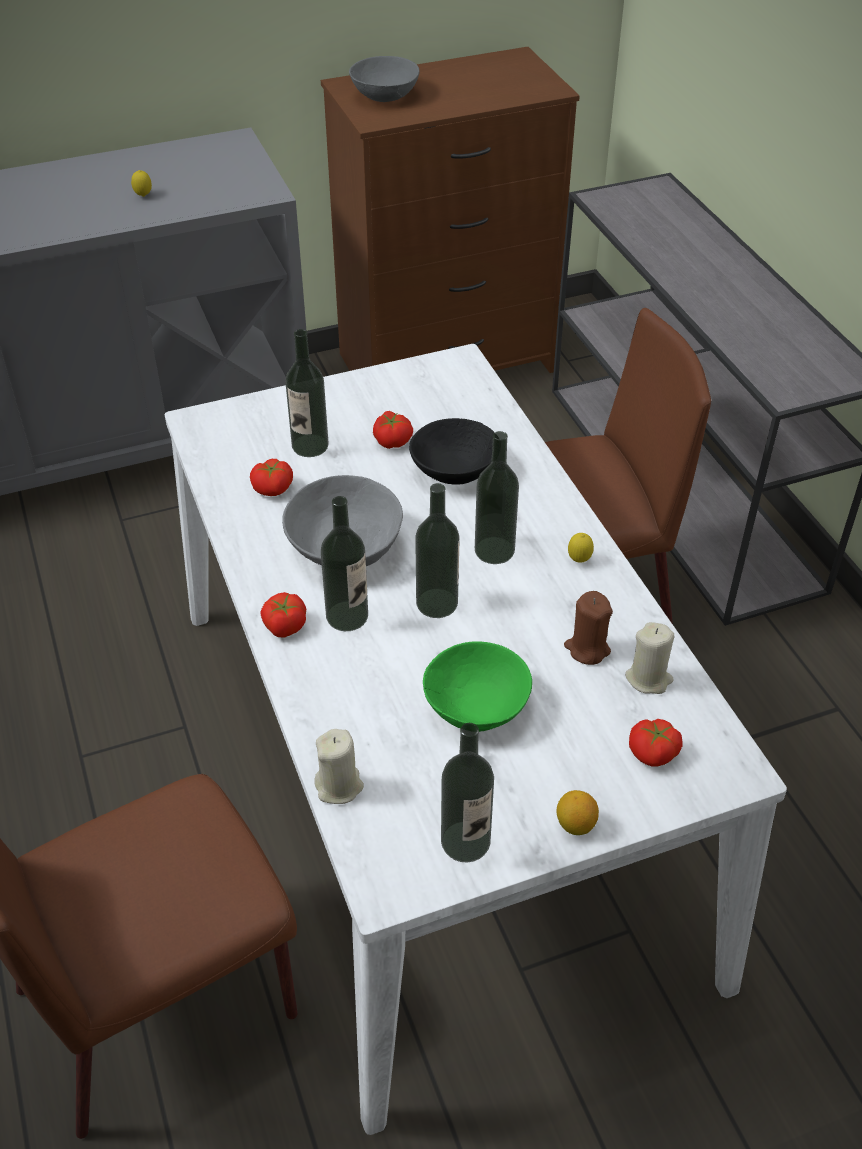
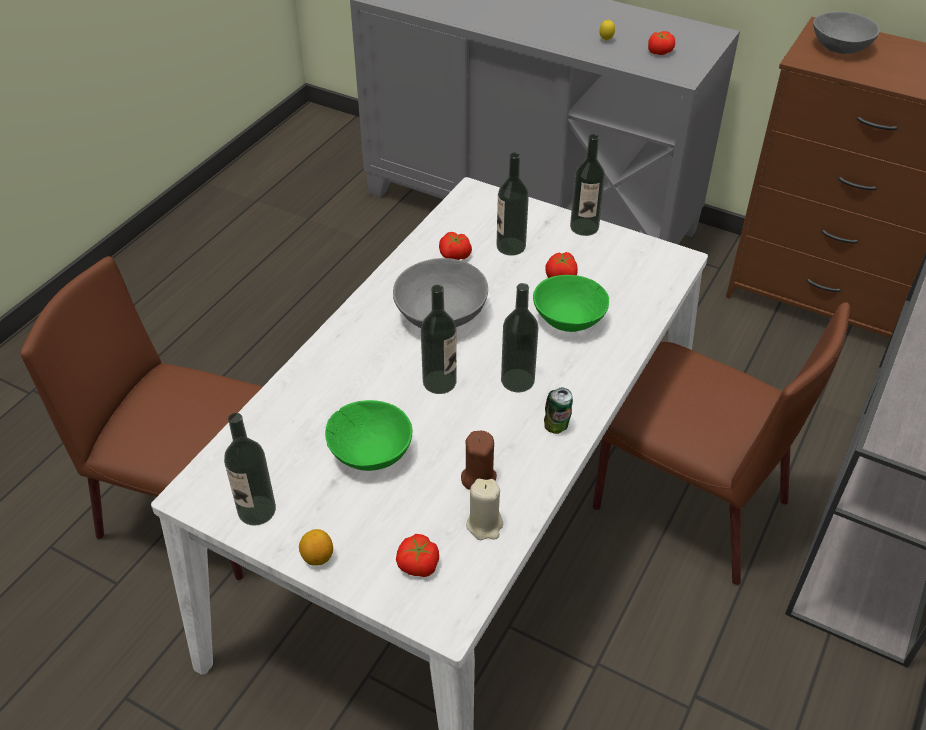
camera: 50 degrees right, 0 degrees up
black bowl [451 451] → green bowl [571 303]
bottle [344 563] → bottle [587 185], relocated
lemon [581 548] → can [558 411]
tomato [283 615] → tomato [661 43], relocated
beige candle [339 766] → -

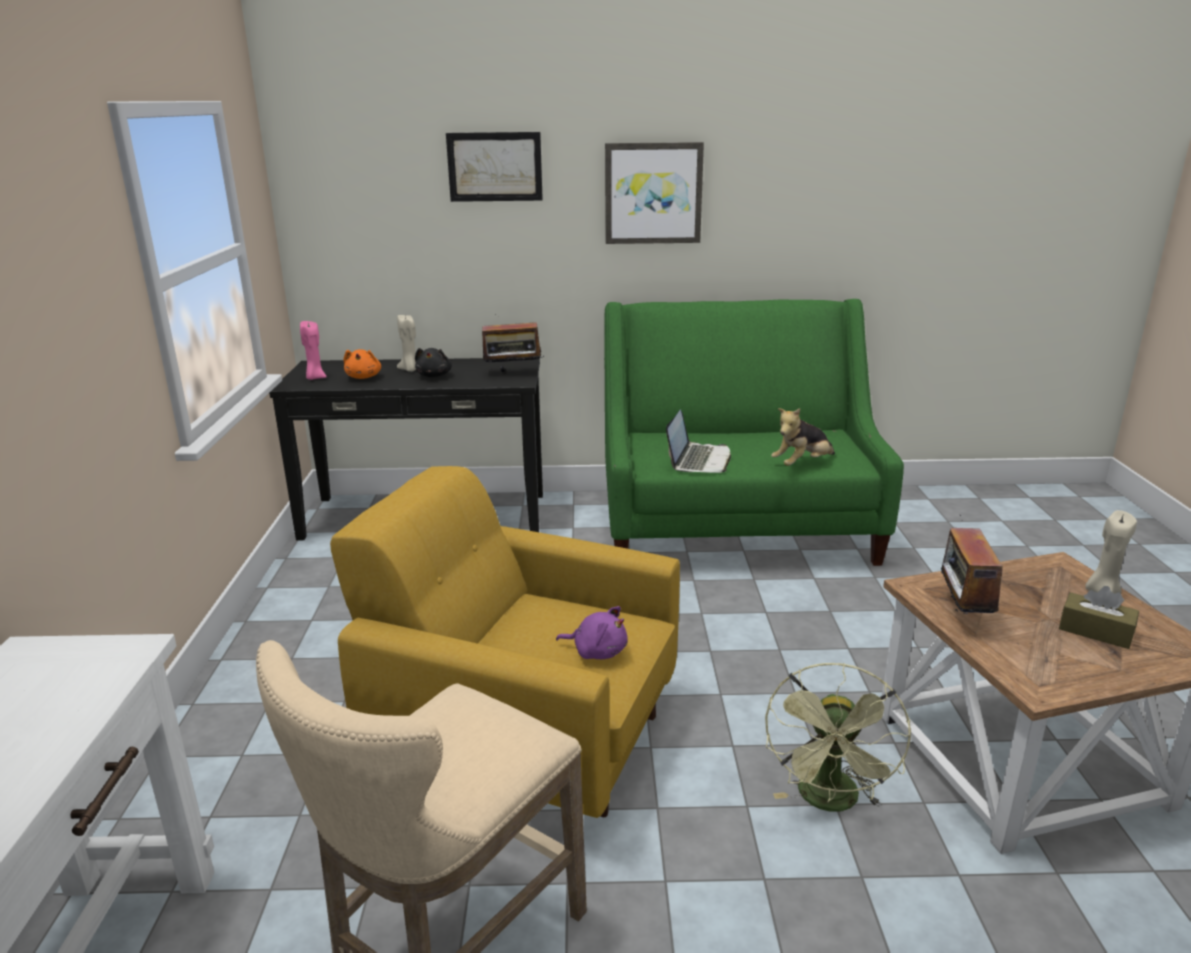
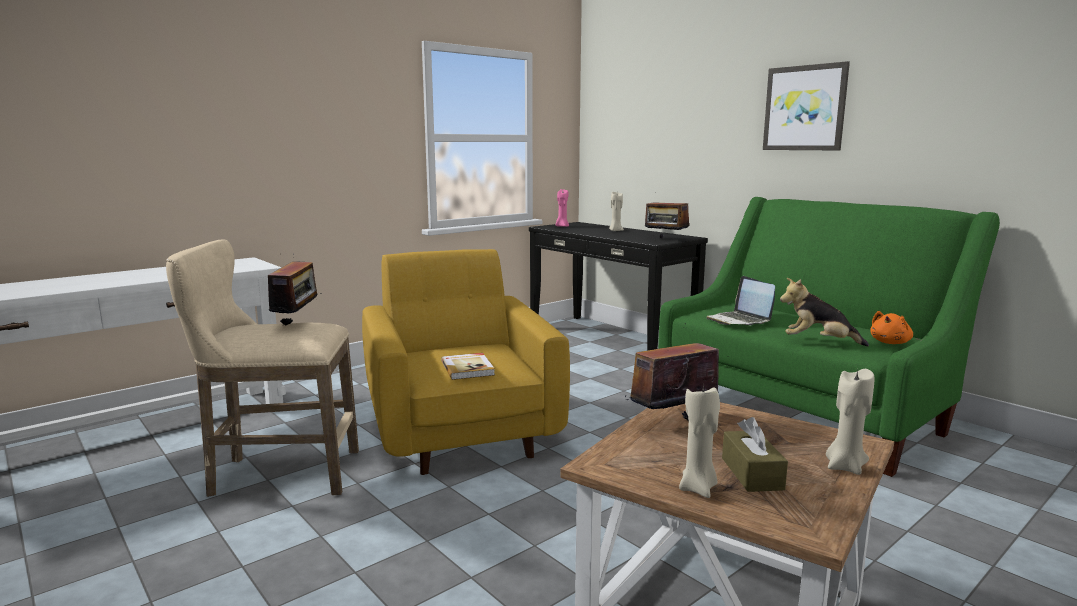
camera: 50 degrees right, 10 degrees down
picture [494 167] → -
black plush toy [433 362] → -
orange plush toy [362 364] → orange plush toy [891 327], relocated
laptop [698 441] → laptop [740 300], 90 degrees clockwise
purple plush toy [592 632] → book [468 366]
green fan [838 737] → -
- → radio [291 289]
- → beige candle [699 440]

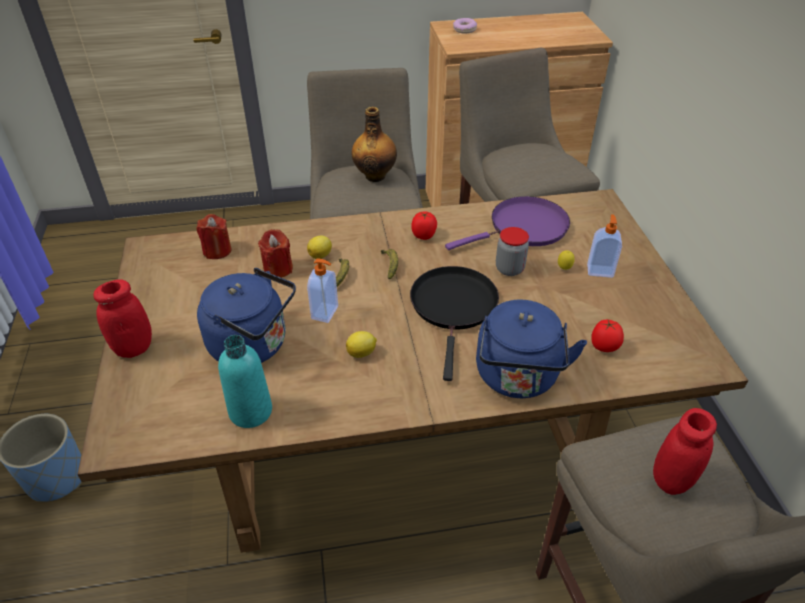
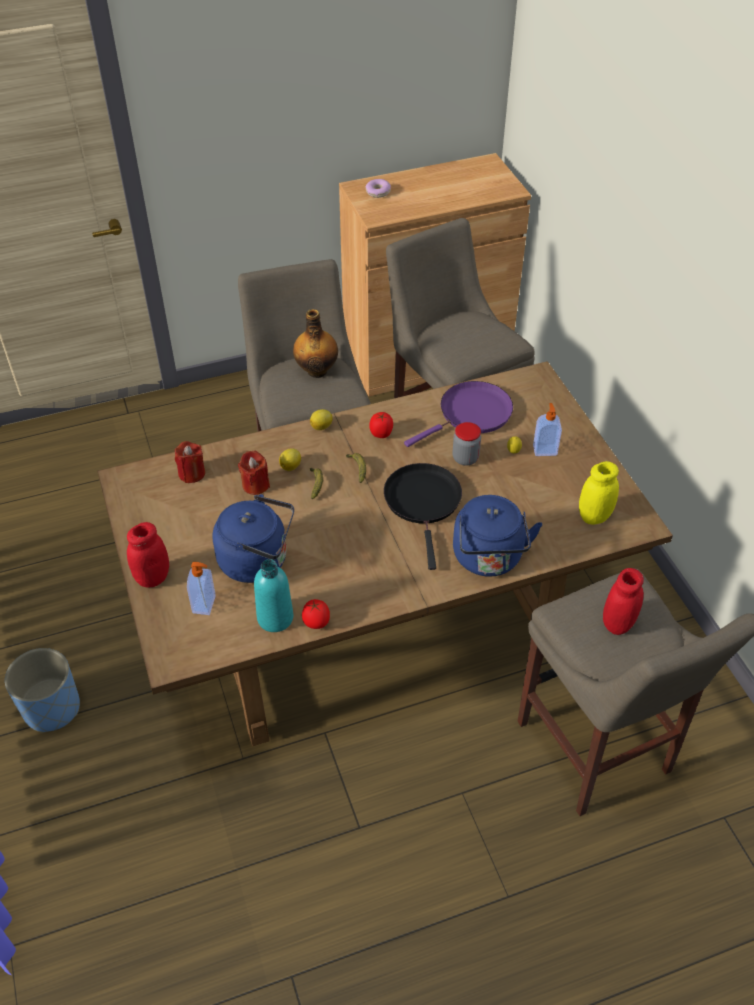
camera: 10 degrees left, 5 degrees up
soap dispenser [322 290] → soap dispenser [201 588], relocated
tomato [607 336] → tomato [316 614], relocated
lemon [361 344] → lemon [321 419], relocated
- → yellow jar [599 493]

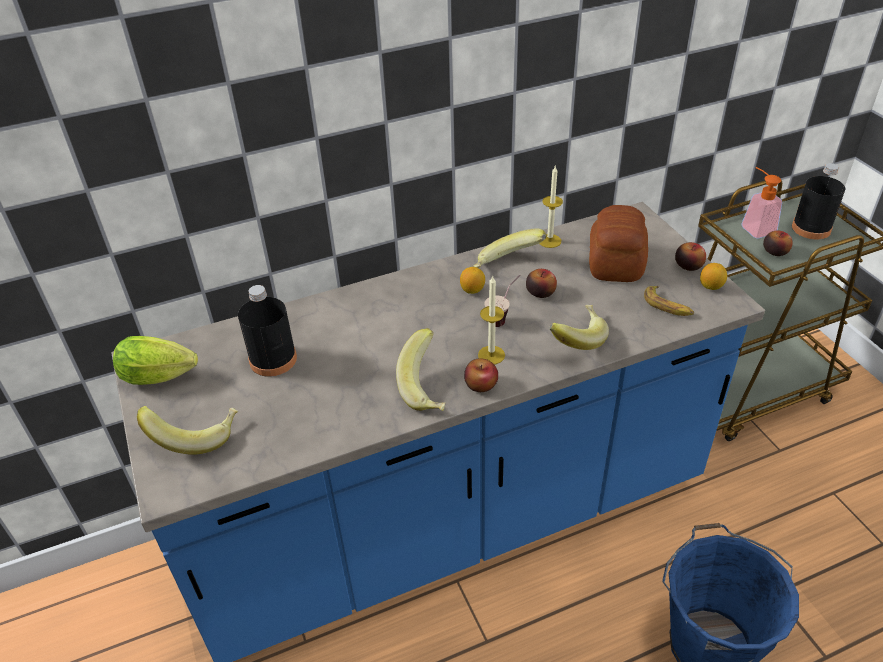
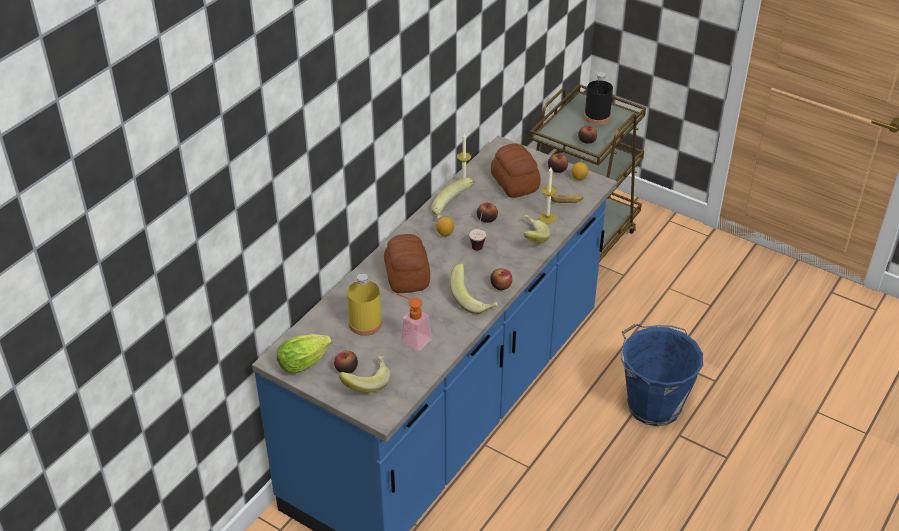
camera: 35 degrees left, 0 degrees up
soap dispenser [761 202] → soap dispenser [414 322], relocated
candle [491 320] → candle [548 195], relocated
black bottle [267 331] → yellow bottle [364 304]
- → bread [407 263]
- → apple [346 361]

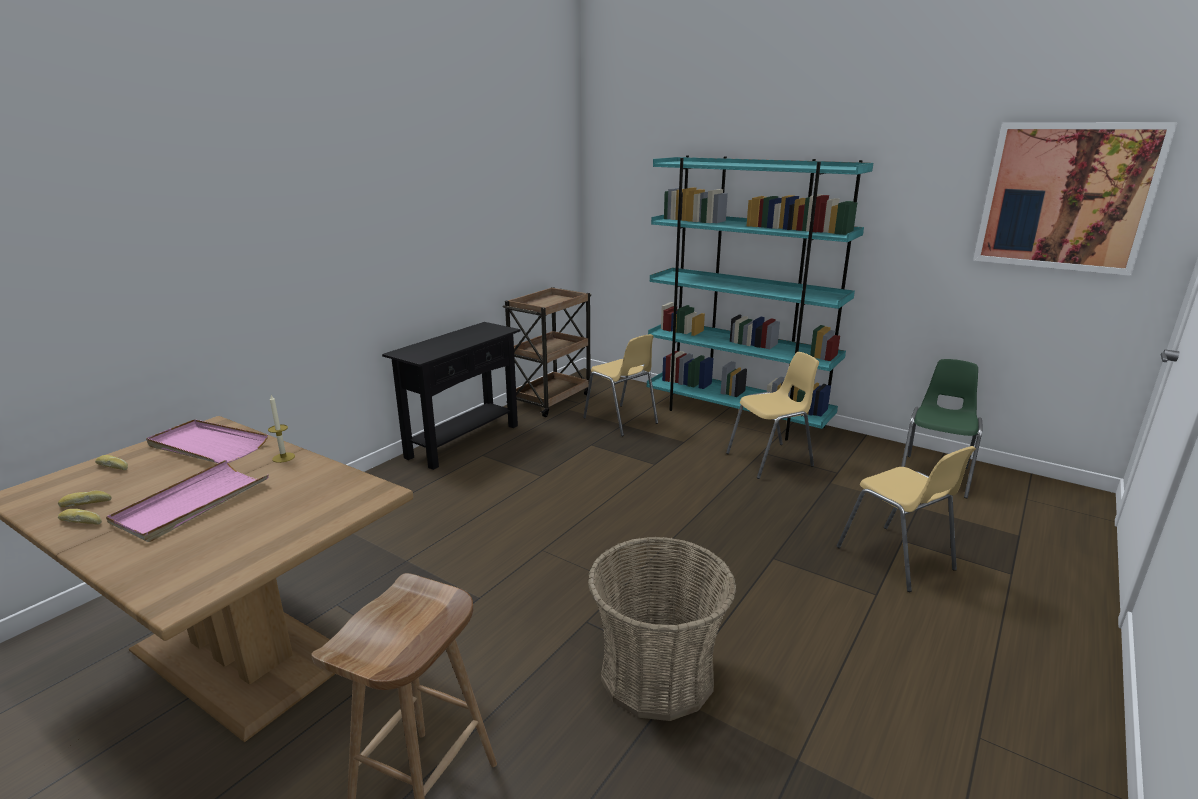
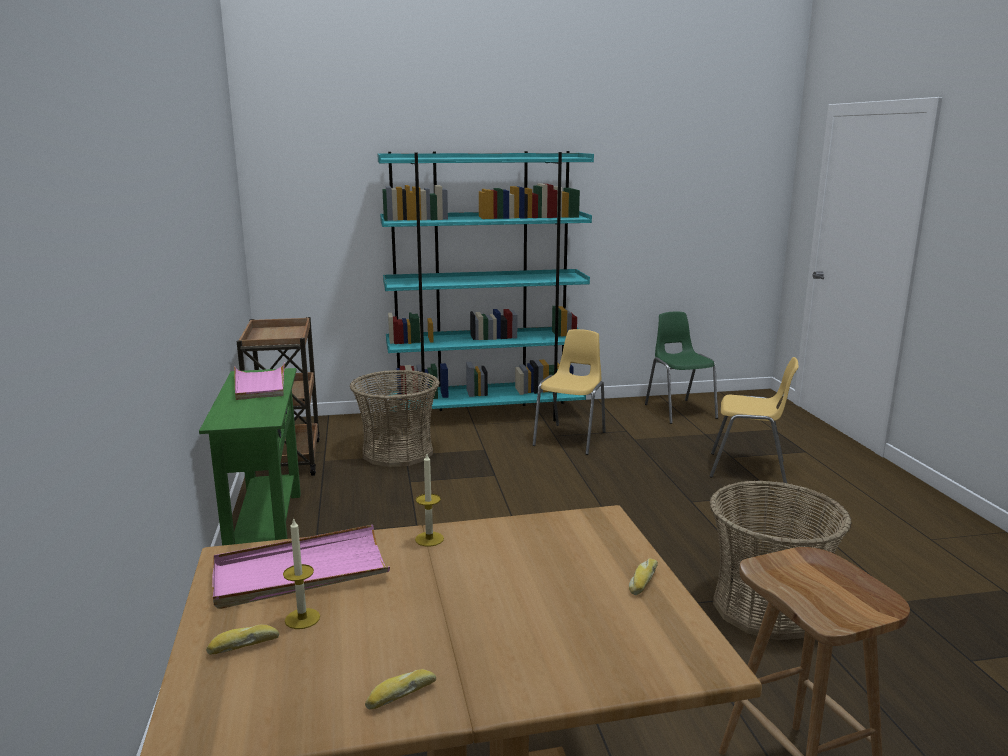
camera: 45 degrees left, 5 degrees down
picture [1075 199] → -
black console table [451 396] → green console table [250 457]
yellow chair [620 385] → basket [395 418]
pink tray [187 501] → pink tray [259 381], relocated
bread [85 499] → bread [643 576], relocated
- → candle [301 573]

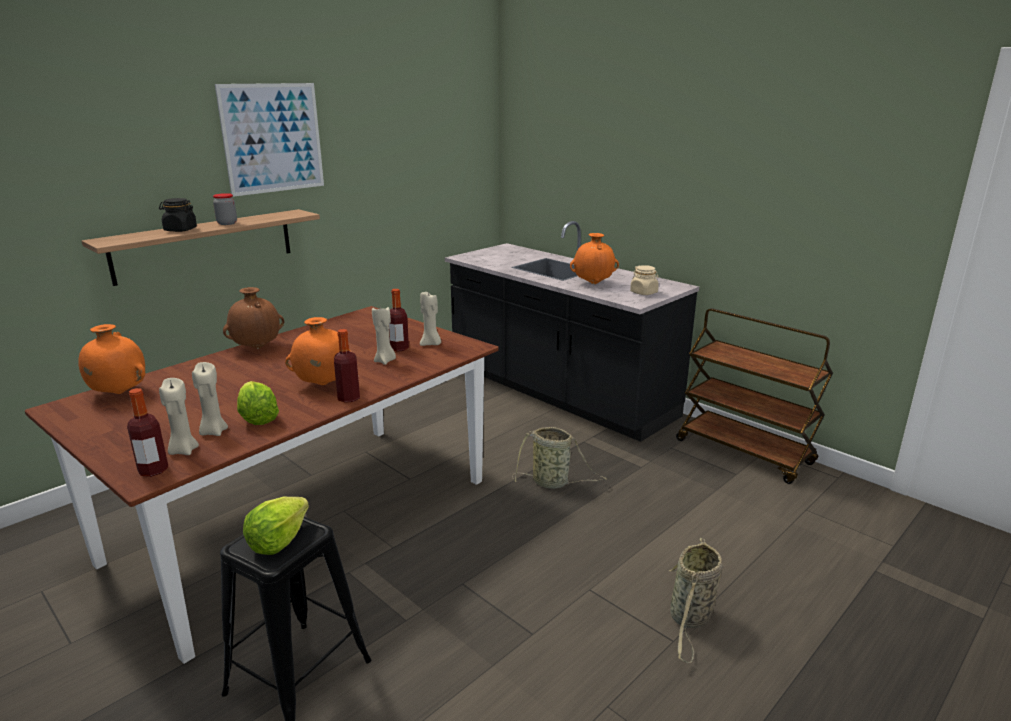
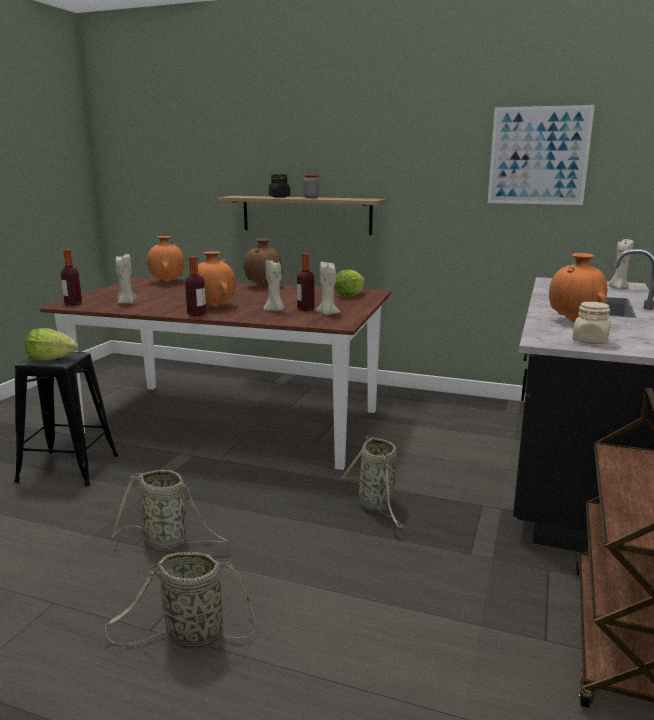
camera: 65 degrees right, 5 degrees down
picture [269 140] → picture [541 155], relocated
beige candle [179 416] → beige candle [621 264], relocated
lettuce [258 403] → lettuce [349 283], relocated
- → basket [170 509]

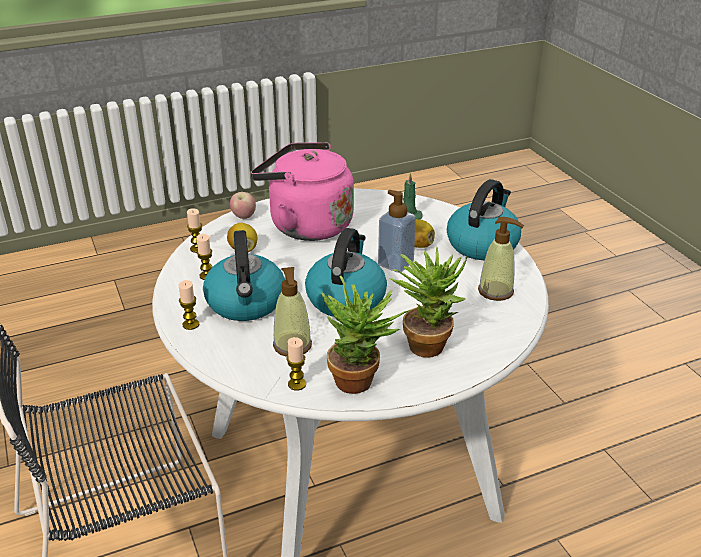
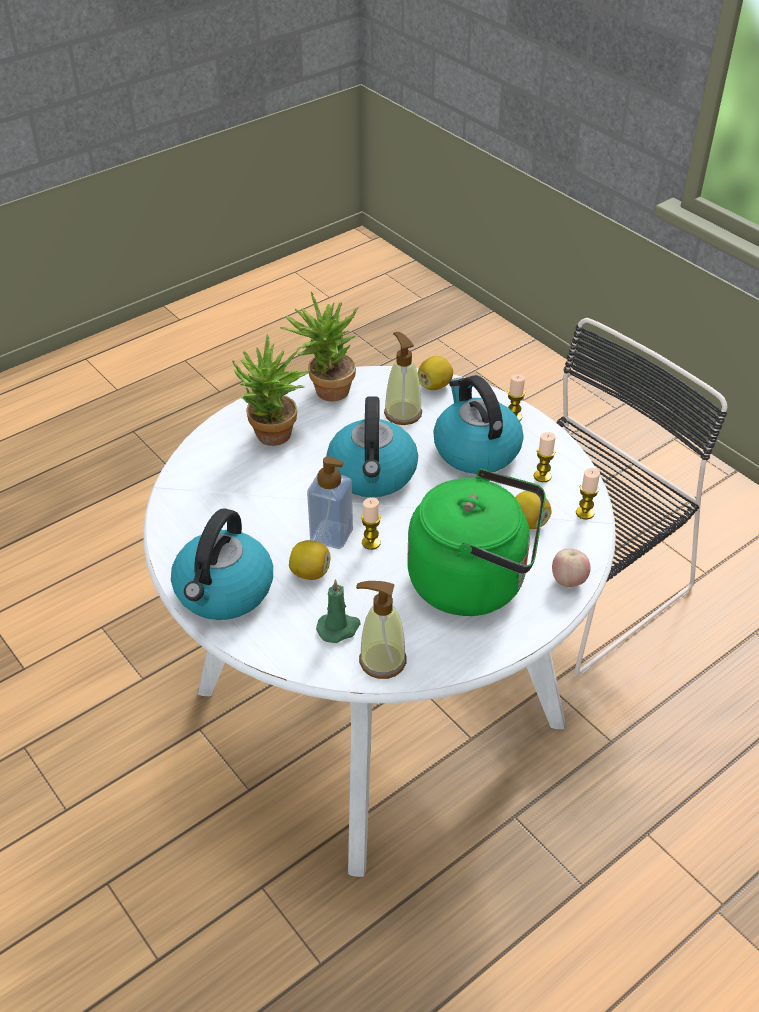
camera: 165 degrees right, 10 degrees up
pink kettle [302 191] → green kettle [476 542]
soap dispenser [501 259] → soap dispenser [381 630], relocated
candle [296 364] → candle [371 523], relocated
- → lemon [435 373]

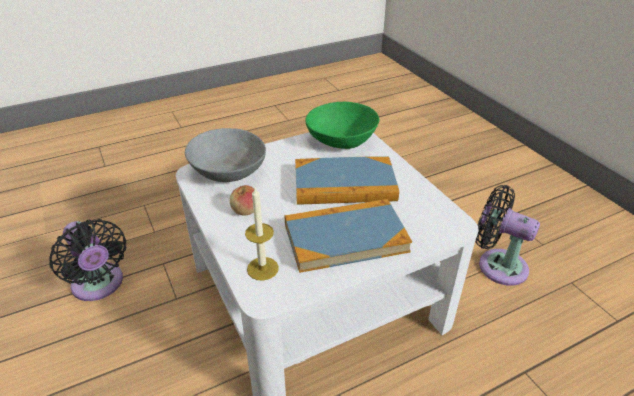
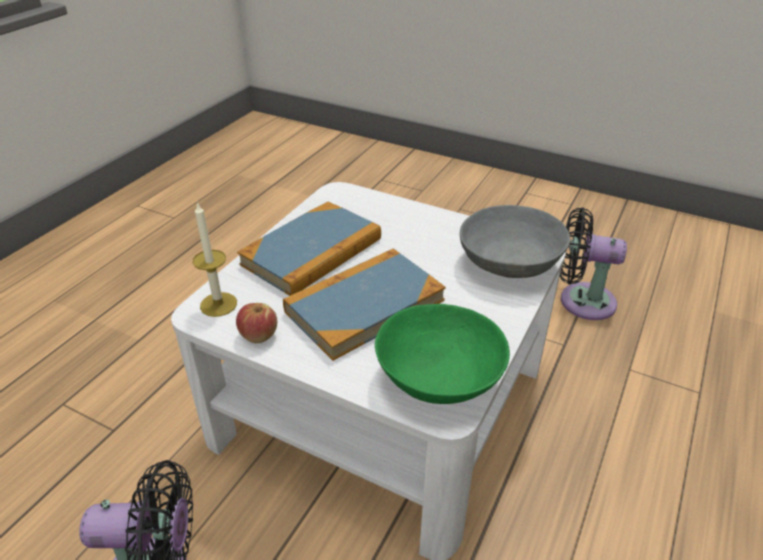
camera: 145 degrees right, 0 degrees up
apple [242 200] → apple [256 323], relocated
candle [262 234] → candle [214 259], relocated

